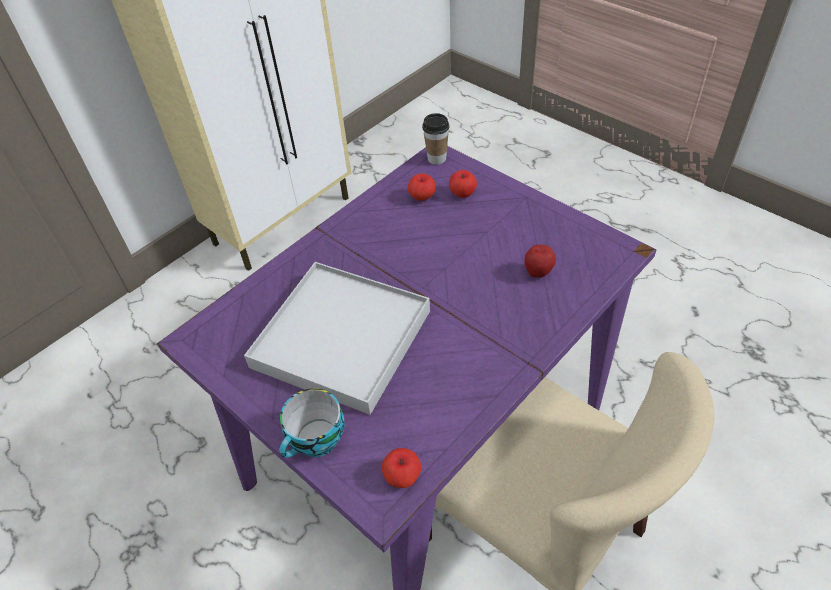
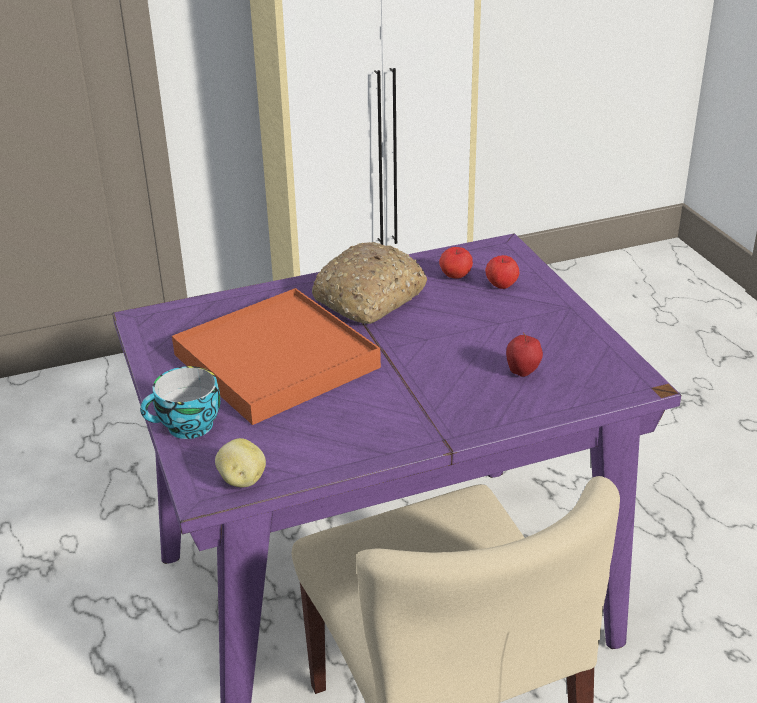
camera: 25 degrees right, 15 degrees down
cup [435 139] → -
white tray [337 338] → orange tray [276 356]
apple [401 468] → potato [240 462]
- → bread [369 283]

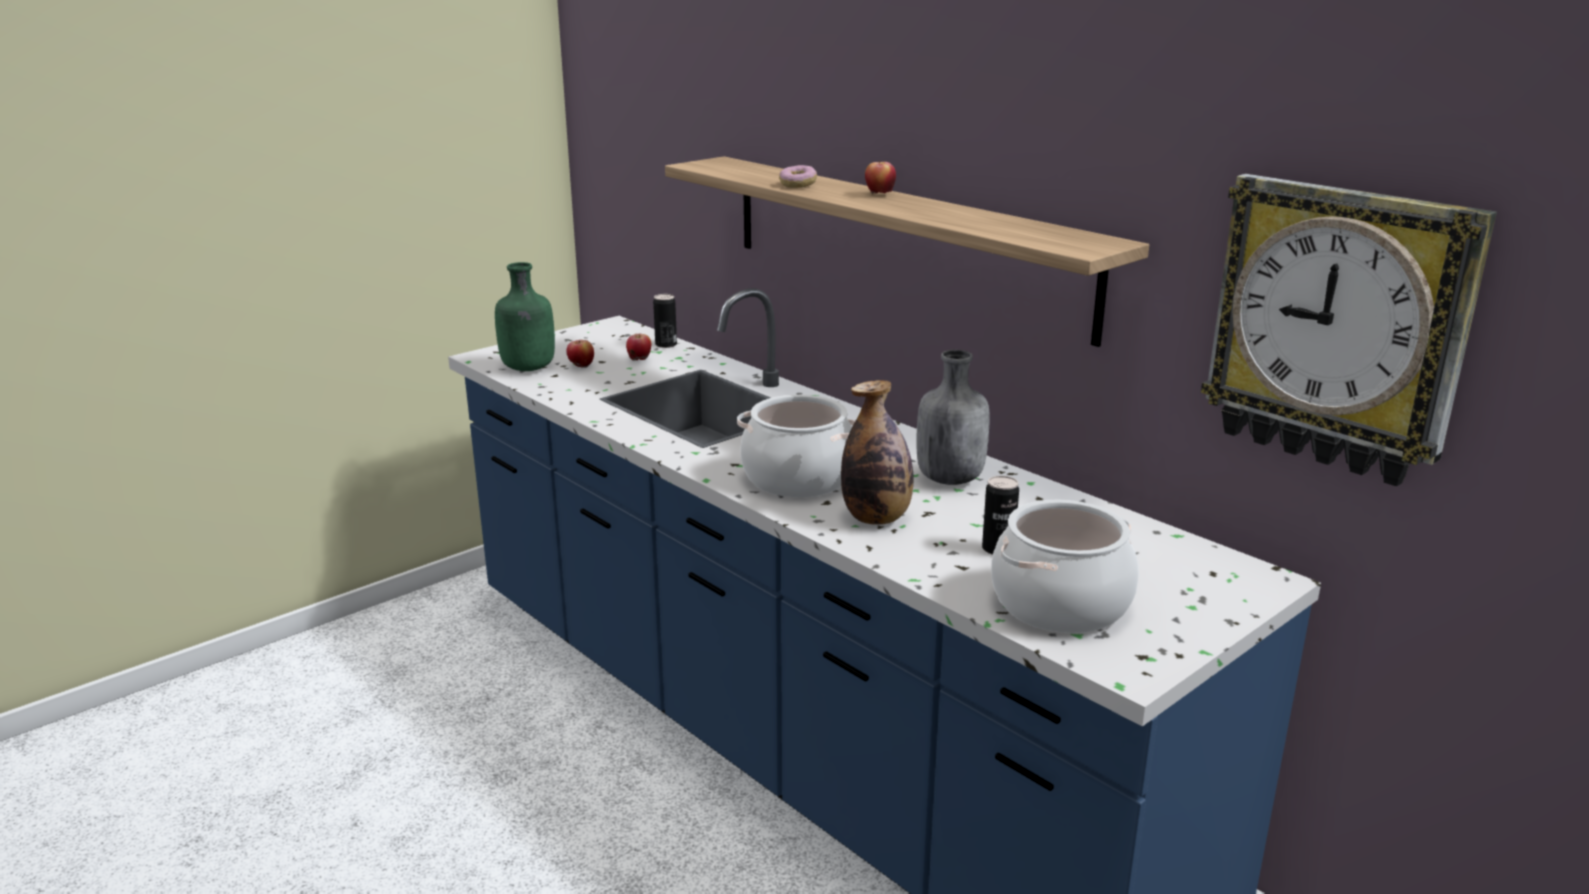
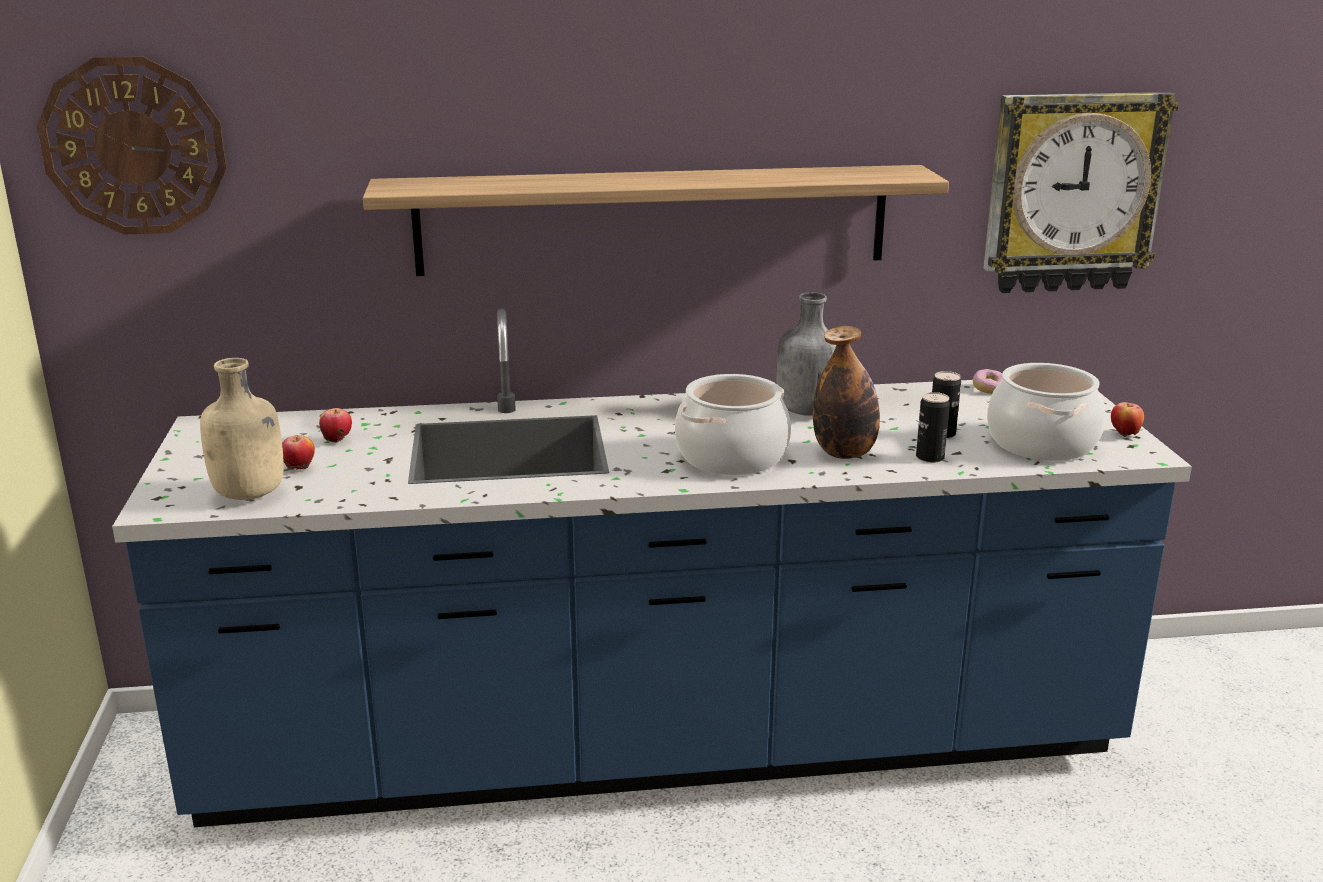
camera: 55 degrees left, 0 degrees up
apple [880 177] → apple [1127 419], relocated
donut [798 176] → donut [988 381], relocated
green bottle [525 316] → beige bottle [242 429]
can [665 321] → can [933 427], relocated
- → wall clock [132 146]

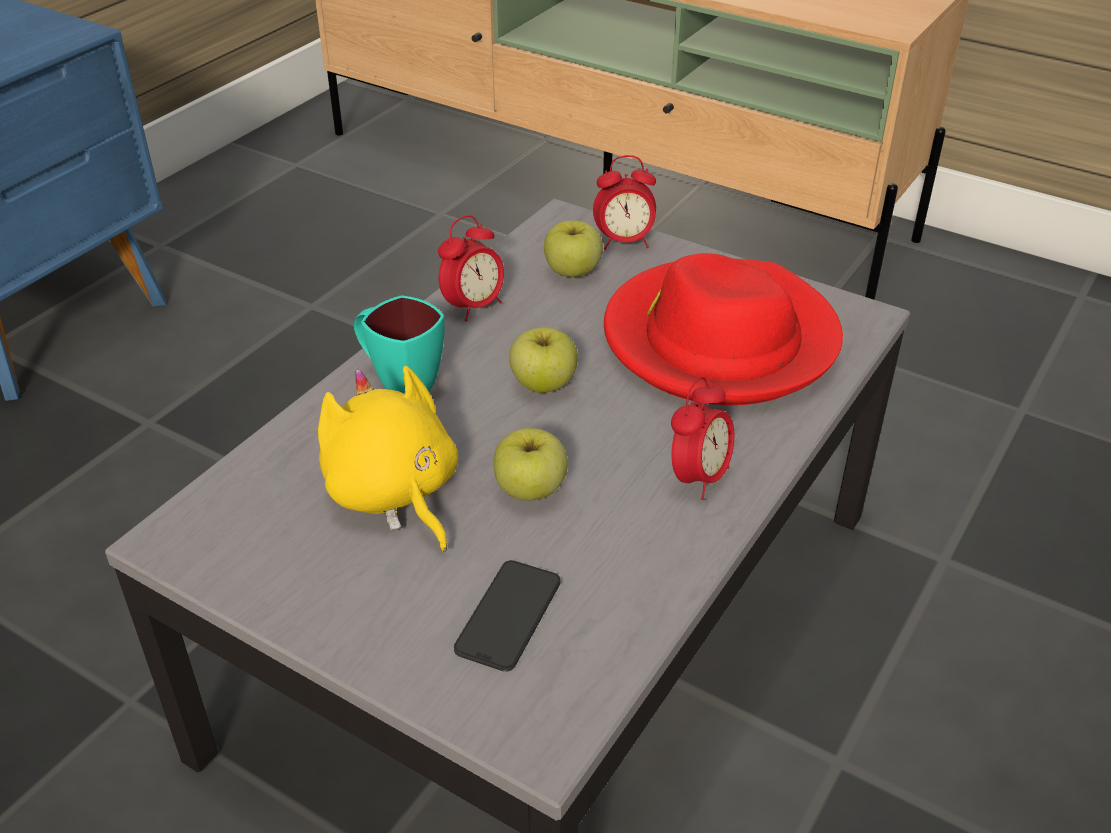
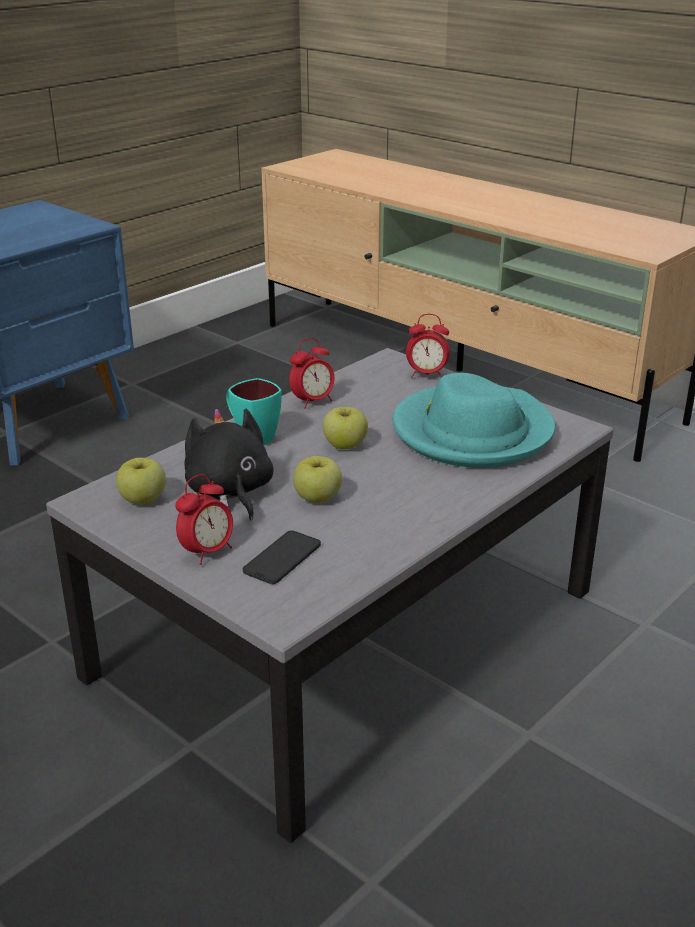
camera: 10 degrees right, 10 degrees down
apple [573 248] → apple [141 481], relocated
red hat [723 329] → turquoise hat [474 420]
yellow plush toy [388 459] → black plush toy [229 465]
alarm clock [702 438] → alarm clock [204 519], relocated

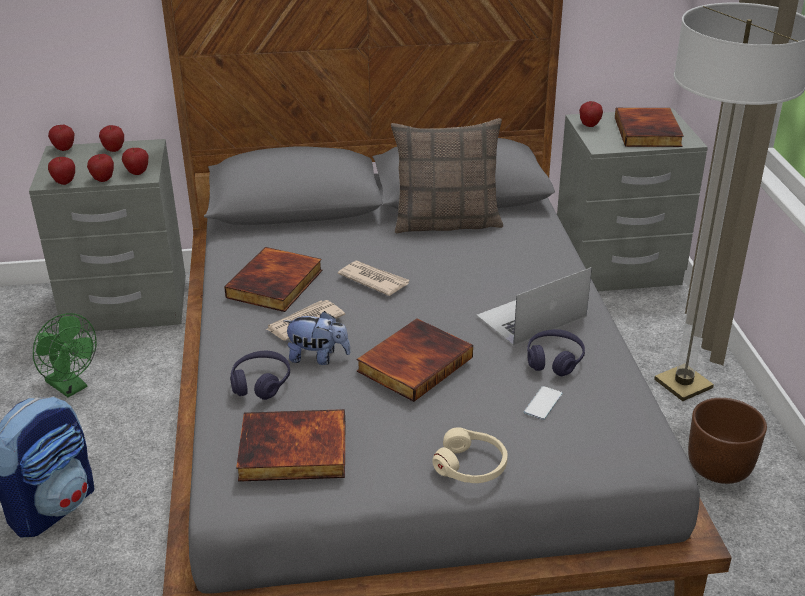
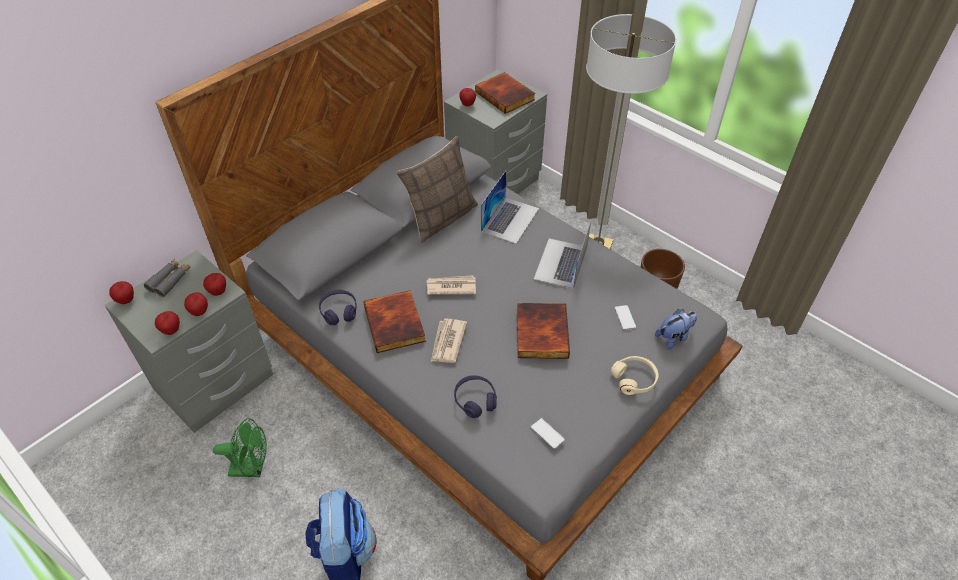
camera: 40 degrees left, 15 degrees up
apple [111 138] → grey binoculars [167 278]
plush toy [317 338] → plush toy [676 329], relocated
purple headphones [556 352] → purple headphones [338 307], relocated
book [290 445] → phone [547 433]
- → laptop [510 207]

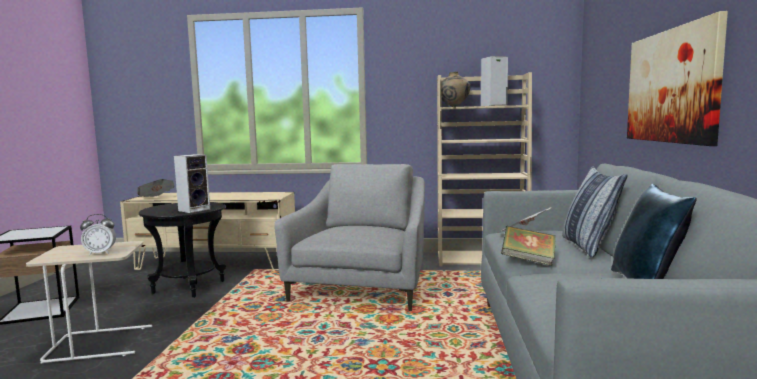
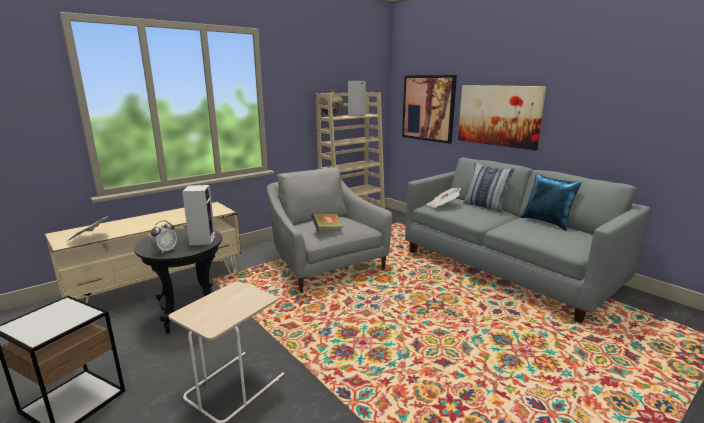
camera: 45 degrees left, 10 degrees up
alarm clock [98 234] → alarm clock [163 237], relocated
book [528 246] → book [327 222], relocated
- → picture [429 109]

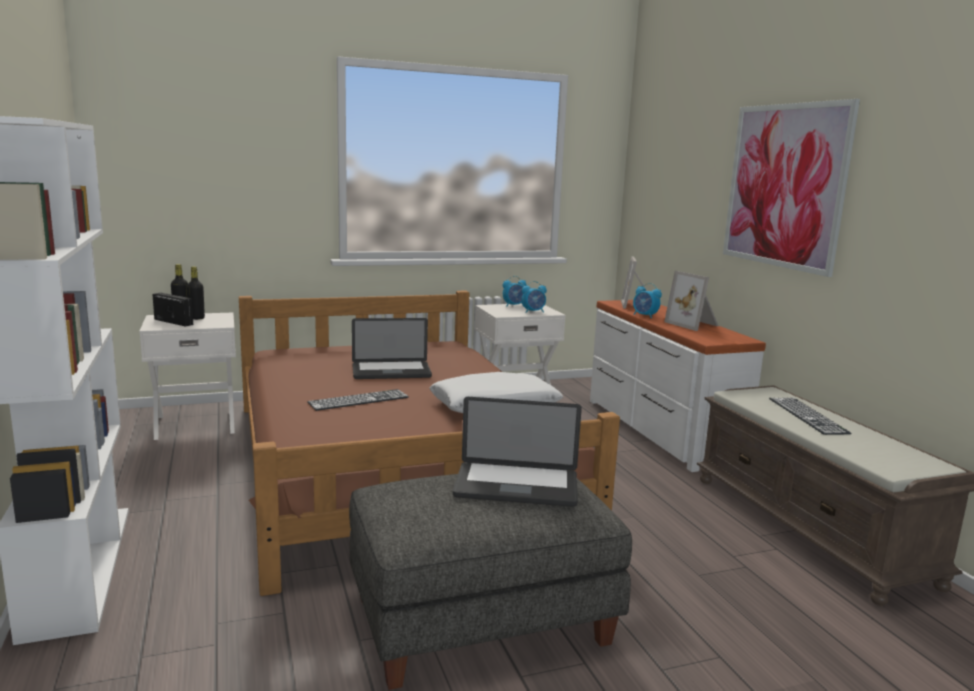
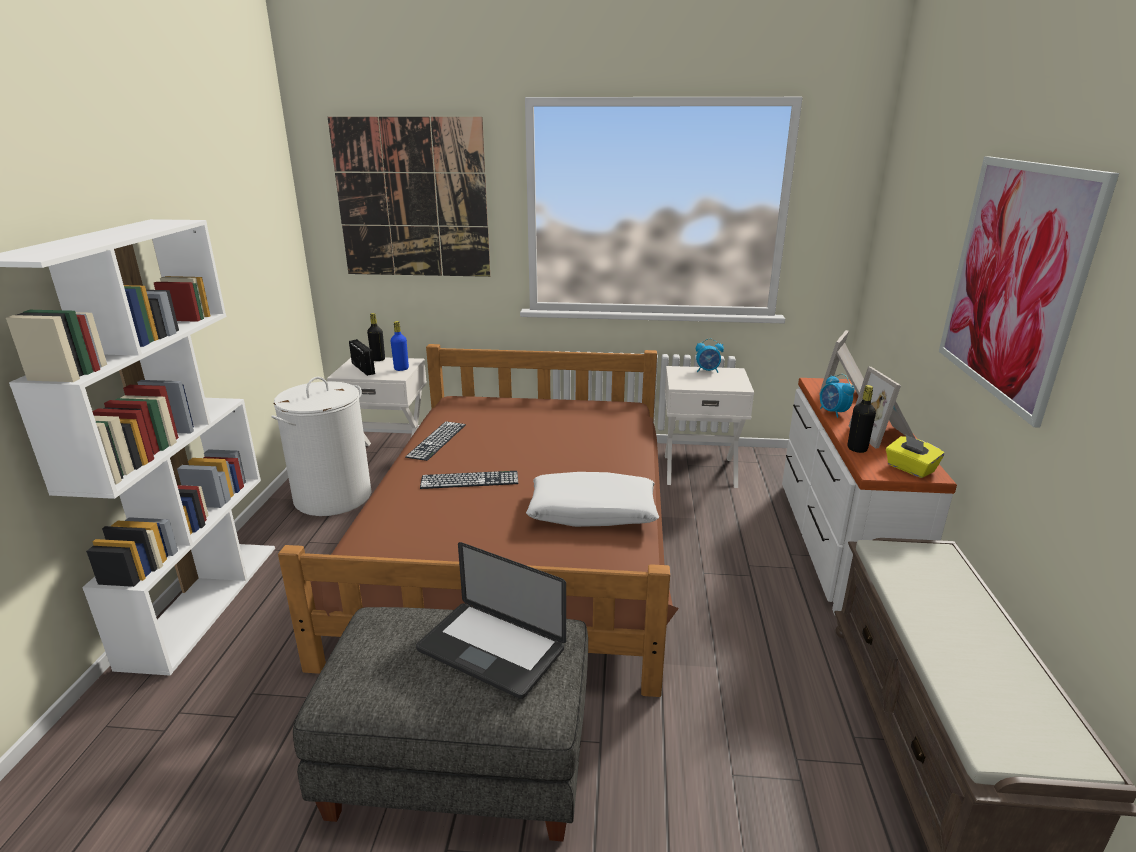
camera: 25 degrees right, 10 degrees up
black bottle [196 293] → black bottle [862 419], relocated
alarm clock [534 297] → -
laptop [392 348] → -
keyboard [810 416] → keyboard [435 441], relocated
- → picture [409 197]
- → blue bottle [400 346]
- → white laundry basket [321 446]
- → yellow tissue box [915 456]

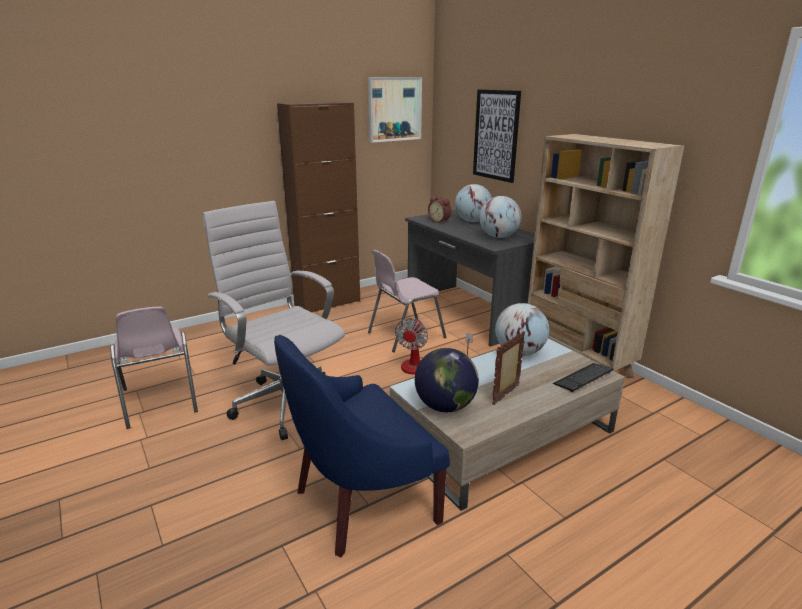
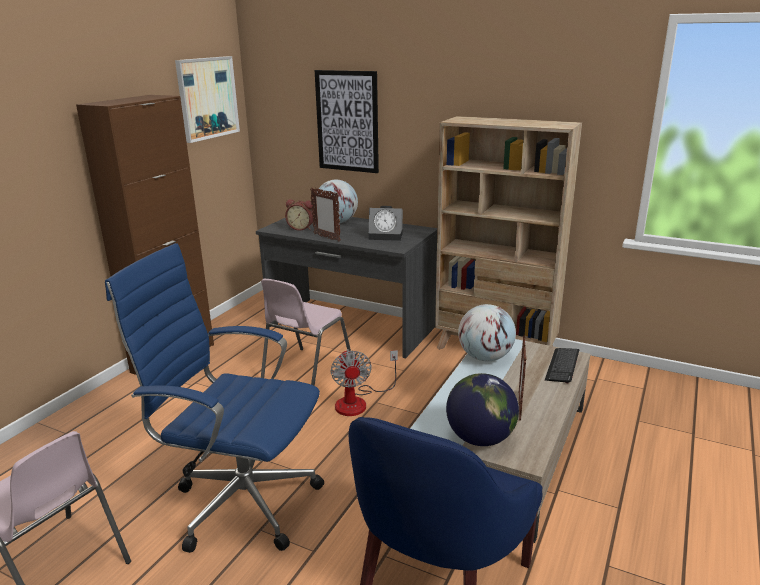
camera: 30 degrees left, 0 degrees up
globe [500 217] → alarm clock [385 223]
white office chair [273 320] → blue office chair [214 398]
- → picture frame [325 214]

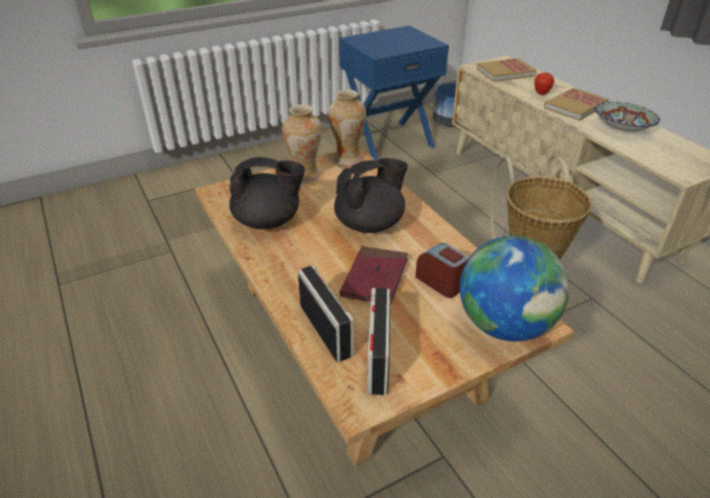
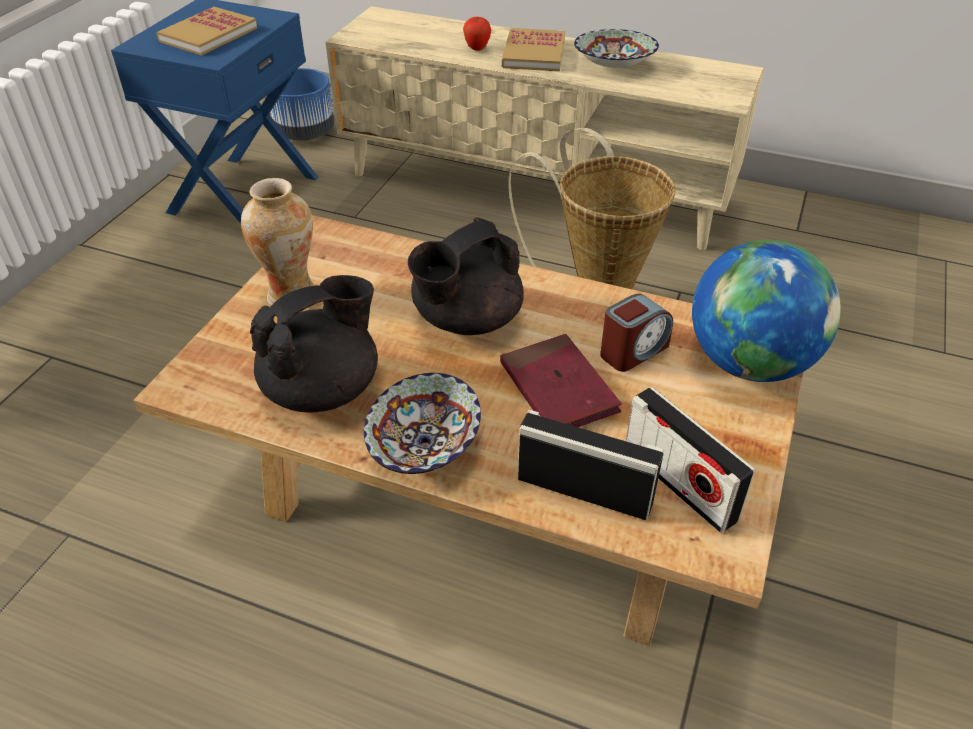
camera: 40 degrees left, 5 degrees up
book [507 70] → book [206 31], relocated
vase [347 127] → -
black teapot [371 195] → black teapot [466 276], 150 degrees counterclockwise
alarm clock [441 270] → alarm clock [636 333], 135 degrees clockwise
- → bowl [422 423]

